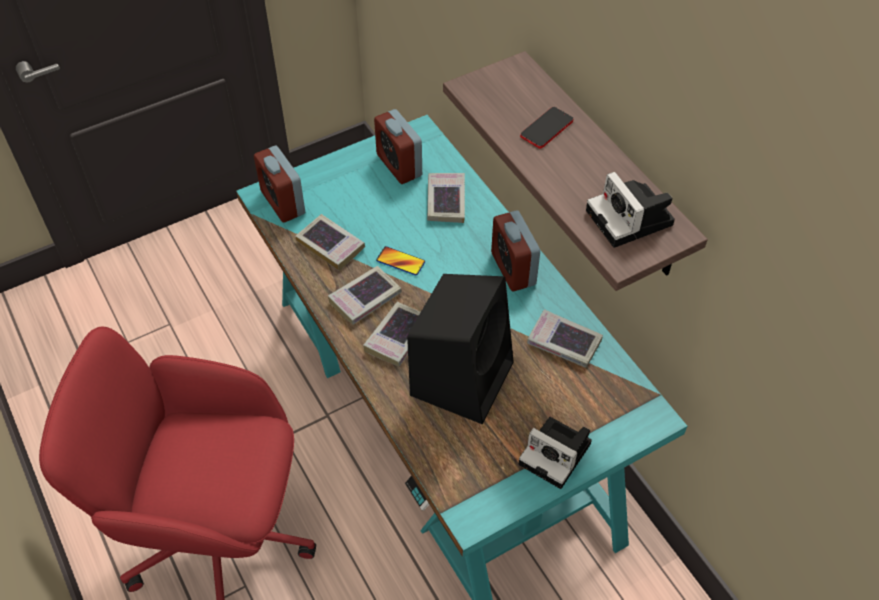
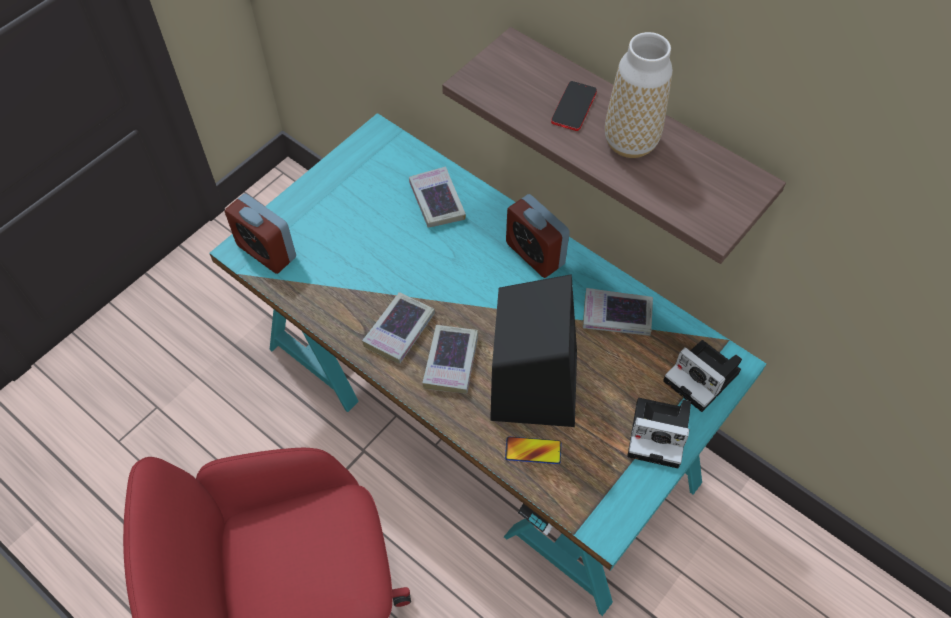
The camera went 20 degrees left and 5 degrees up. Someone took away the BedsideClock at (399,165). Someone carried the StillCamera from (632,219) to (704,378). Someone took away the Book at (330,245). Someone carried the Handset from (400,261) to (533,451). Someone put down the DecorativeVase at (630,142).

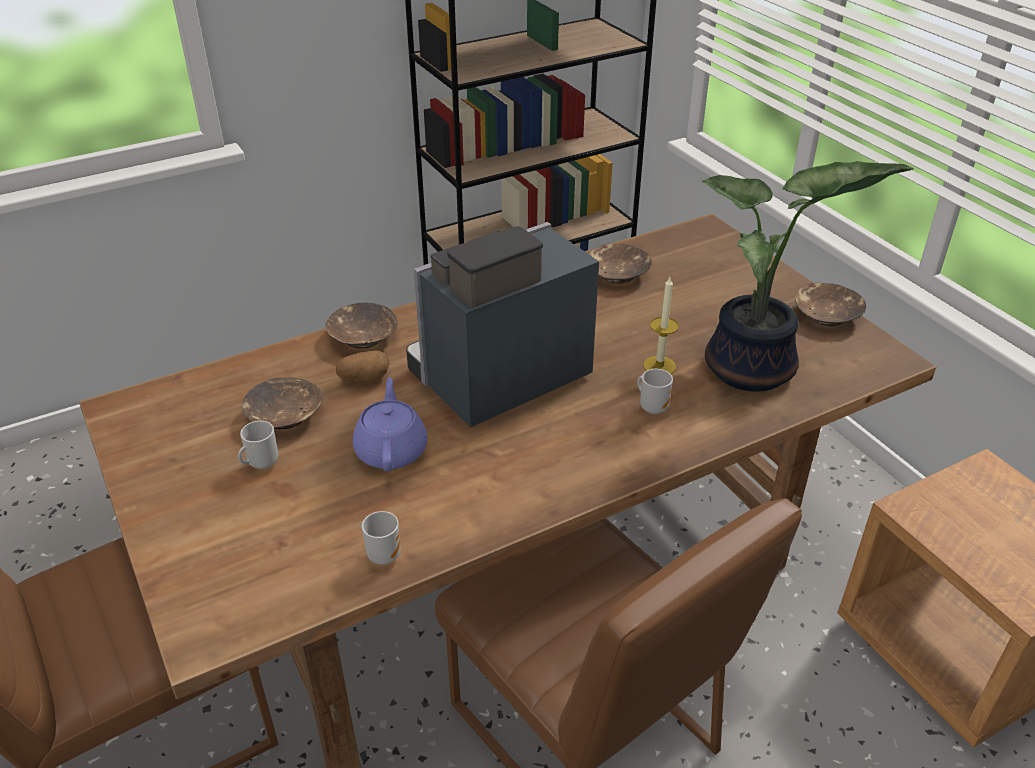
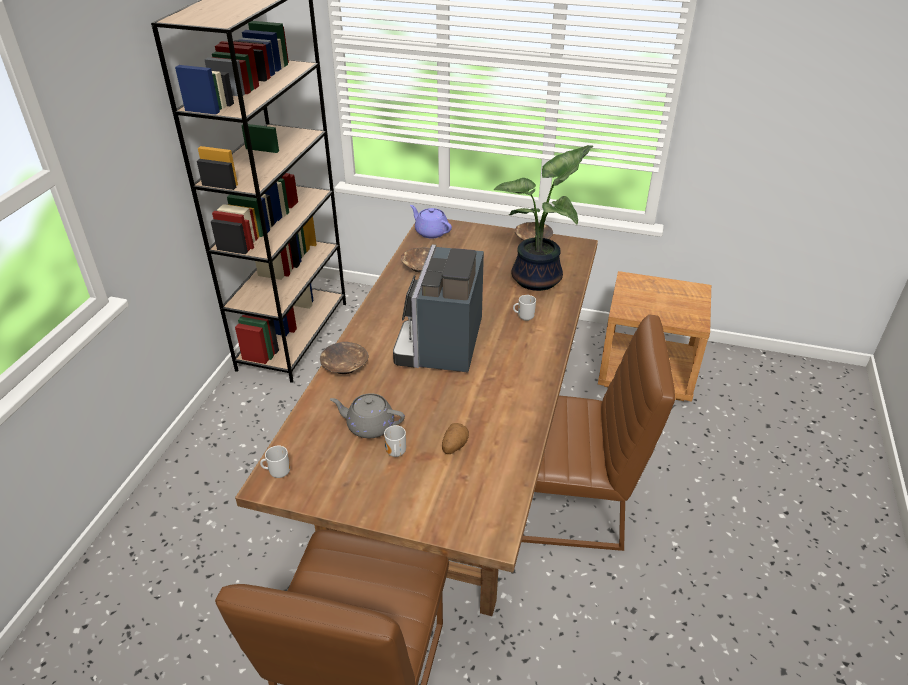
The camera went 45 degrees left and 0 degrees up. Someone took away the Candle at (659,366). Someone carried the Spud from (364,379) to (454,446). Someone swapped the BrownishBowl at (285,416) for the GreyTeaPot at (369,426). Someone carried the PurplishTeaPot from (391,450) to (431,232). Someone carried the TeaMug from (383,554) to (278,472).

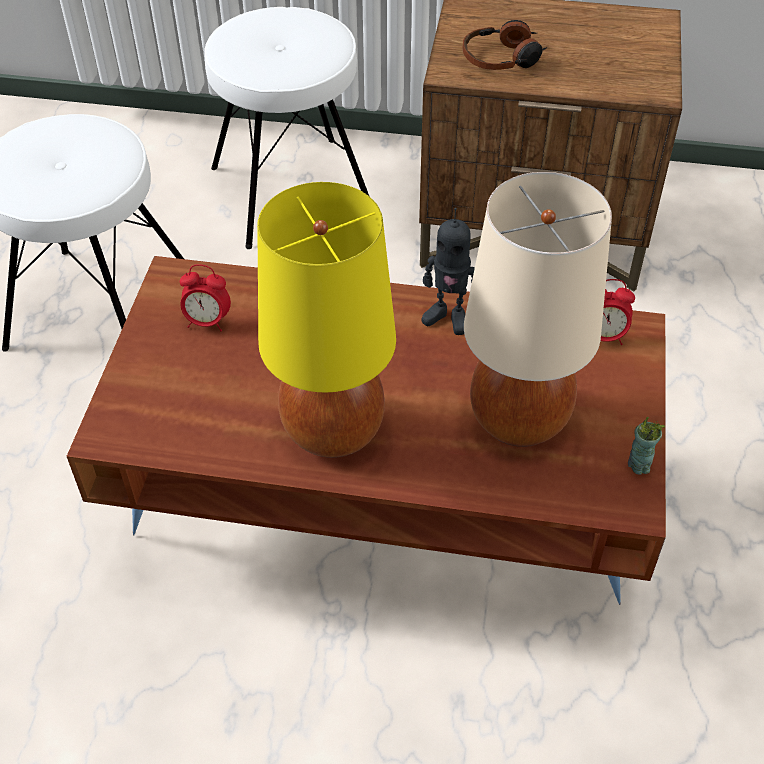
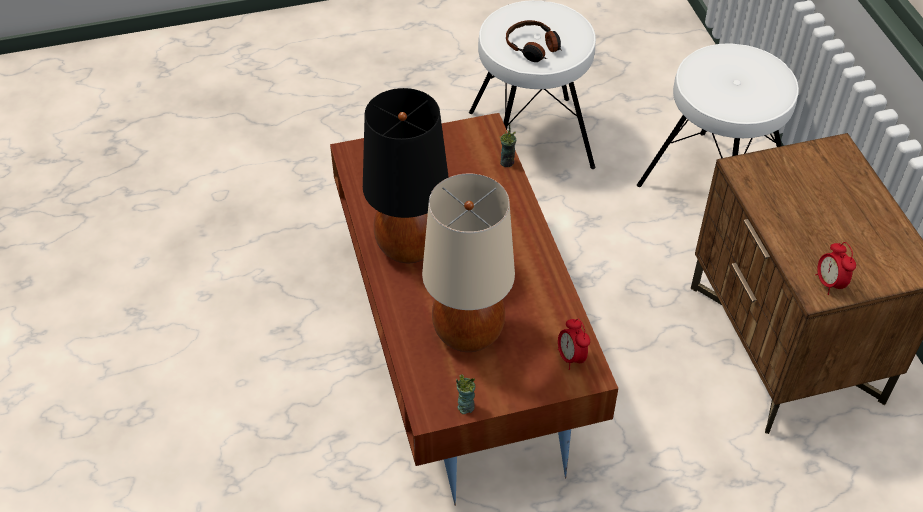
The camera went 65 degrees right and 0 degrees up. Someone carried the PairOfHeadphones from (502,58) to (533,48). Someone repainted the YellowLampForATable at (334,430), which became the BlackishLampForATable at (409,247). Someone took away the RobotFigure at (448,317). Someone carried the BedsideClock from (207,322) to (829,283). Someone put down the DrinkingCup at (507,162).

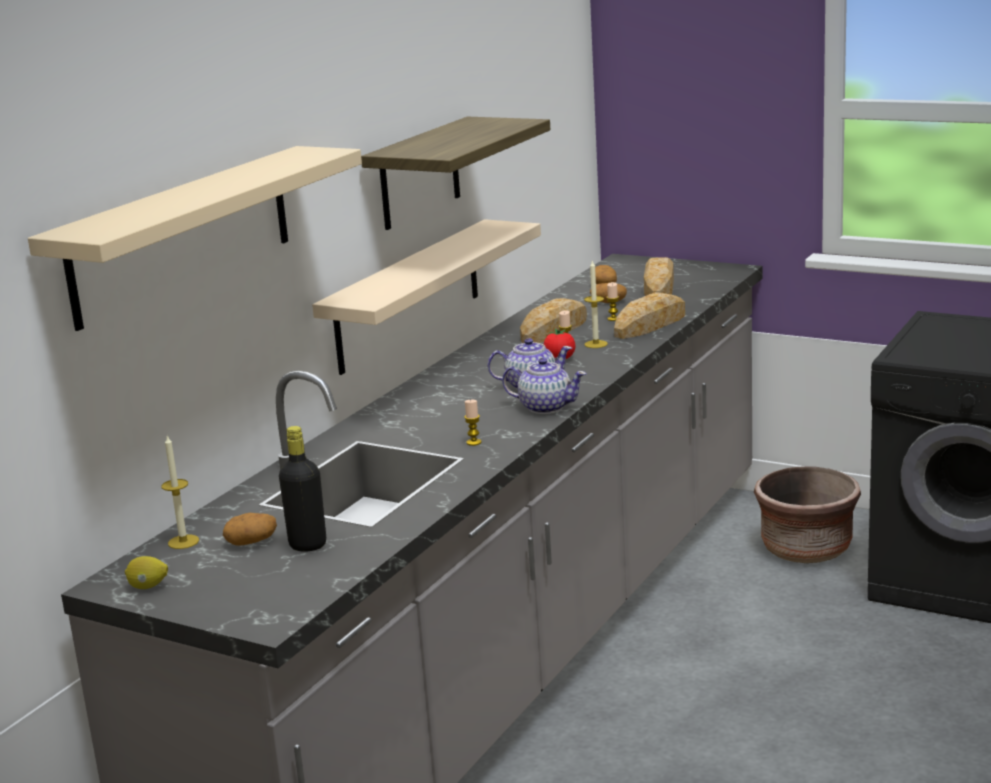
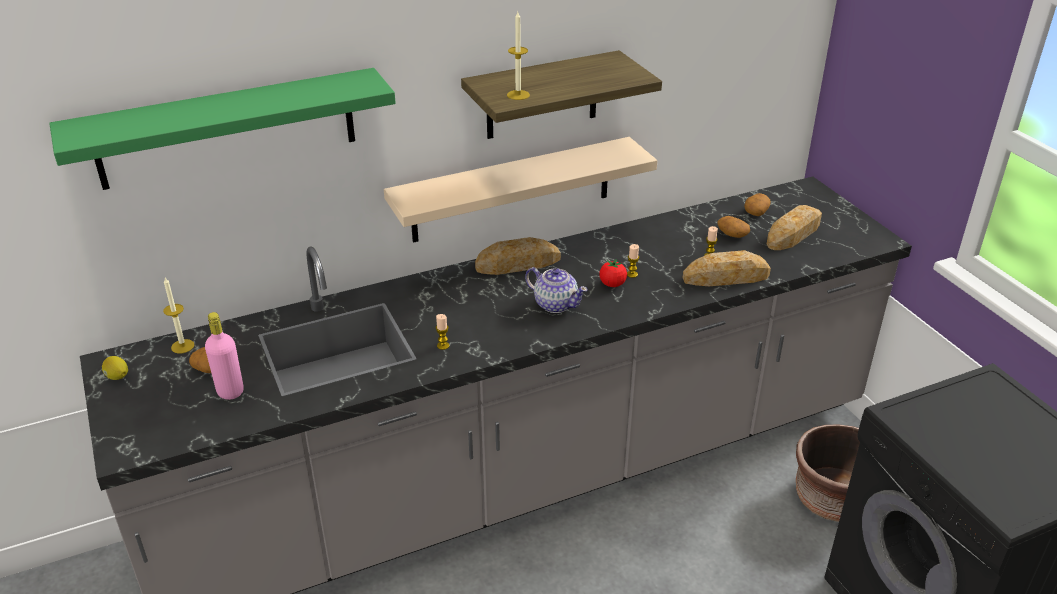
The camera went 35 degrees right and 15 degrees up. Someone repainted the BeigeShelf at (182,234), which became the GreenShelf at (227,129). Someone carried the Candle from (596,344) to (518,95). Someone carried the Bread from (555,330) to (518,264). Someone took away the TeaPot at (545,407). Someone repainted the BlackishBeverageBottle at (308,545), which became the PinkishBeverageBottle at (230,391).

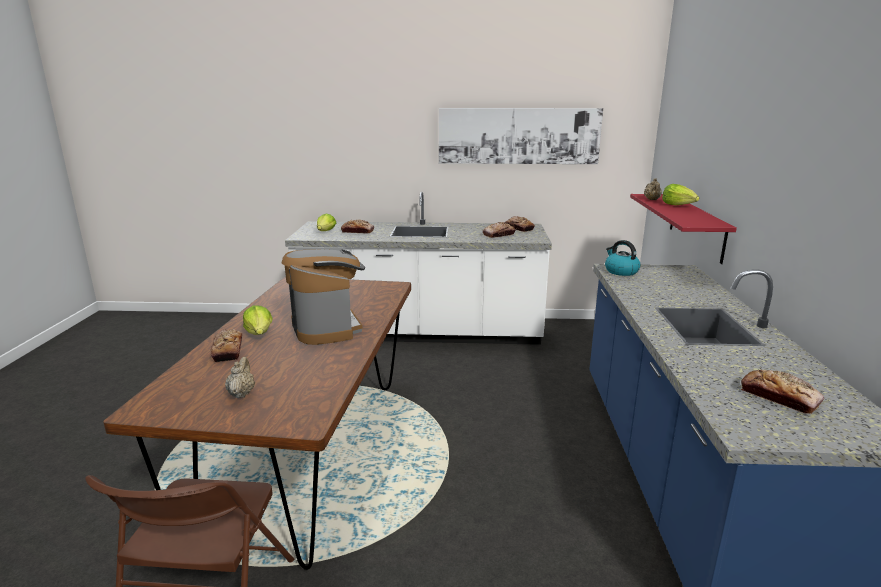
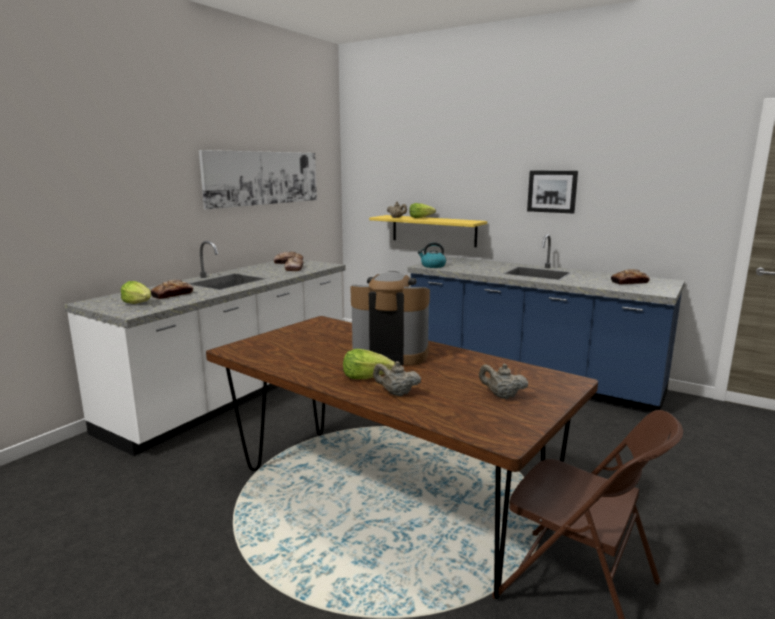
The camera went 60 degrees left and 5 degrees down. Someone repainted the ReddishShelf at (696,226), which became the YellowShelf at (433,230). Someone swapped the Bread at (228,351) for the BeigeTeaPot at (396,393). Someone put up the WallArt at (552,191).

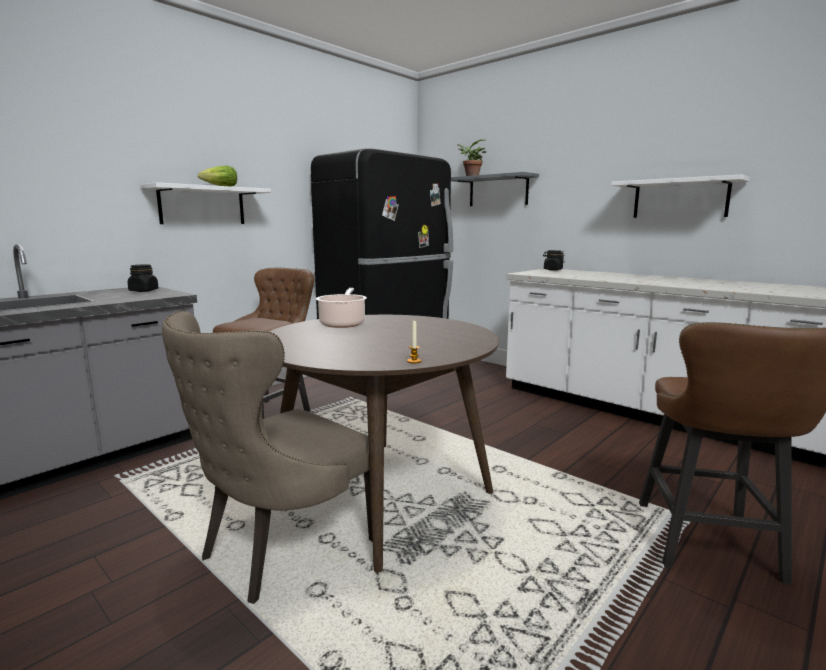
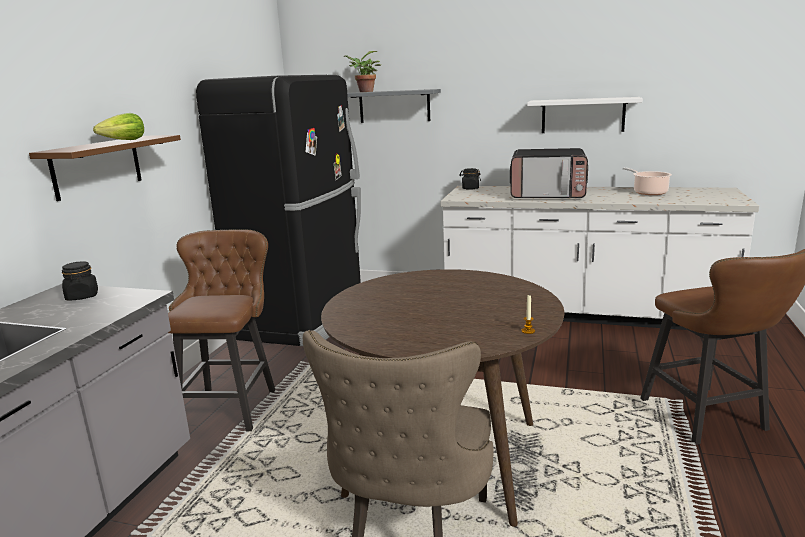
The camera went 25 degrees left and 5 degrees up. Someone repainted the WhiteShelf at (202,205), which became the BrownishShelf at (97,166). Someone carried the CookingPot from (343,323) to (648,192). Someone put down the KitchenMicrowave at (548,194).

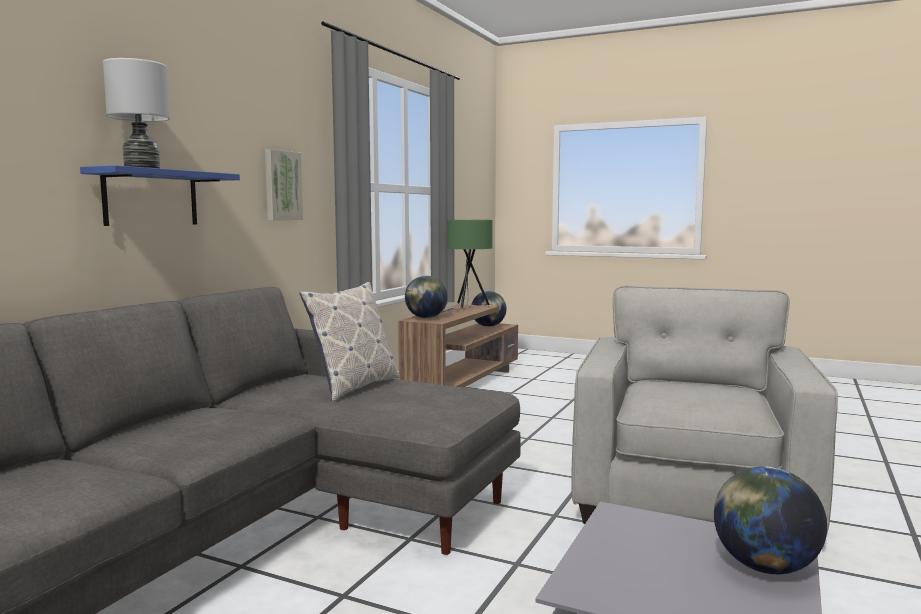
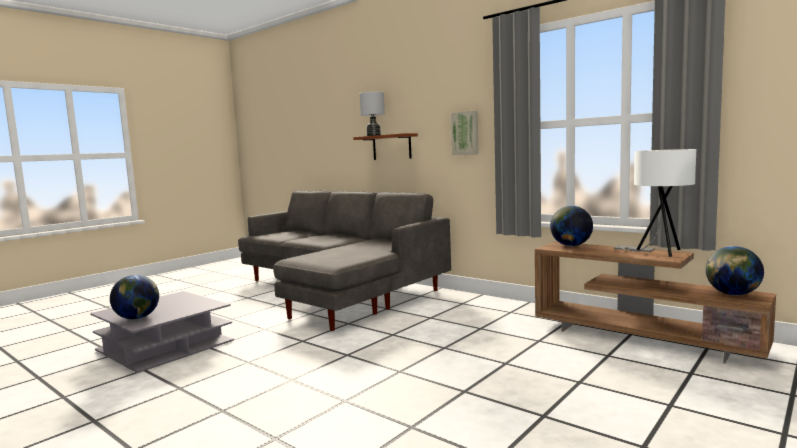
The camera went 105 degrees right and 0 degrees up. Someone repainted the BluishShelf at (151,198), which became the BrownishShelf at (391,147). Someone repainted the GreenLampForATable at (468,306), which became the WhiteLampForATable at (659,252). Someone took away the Cushion at (354,387). Someone took away the GreyLoungeChair at (690,499).

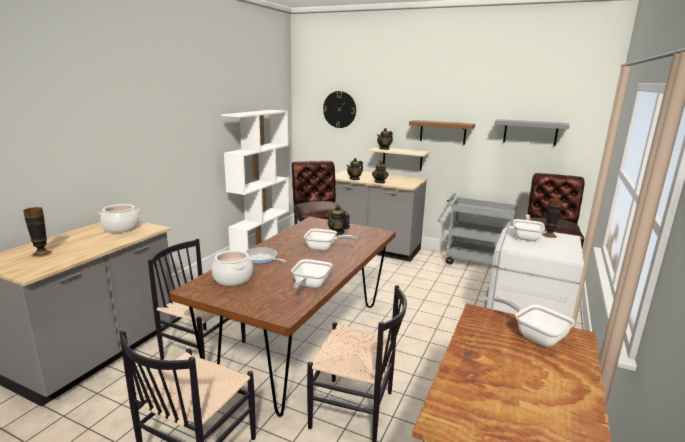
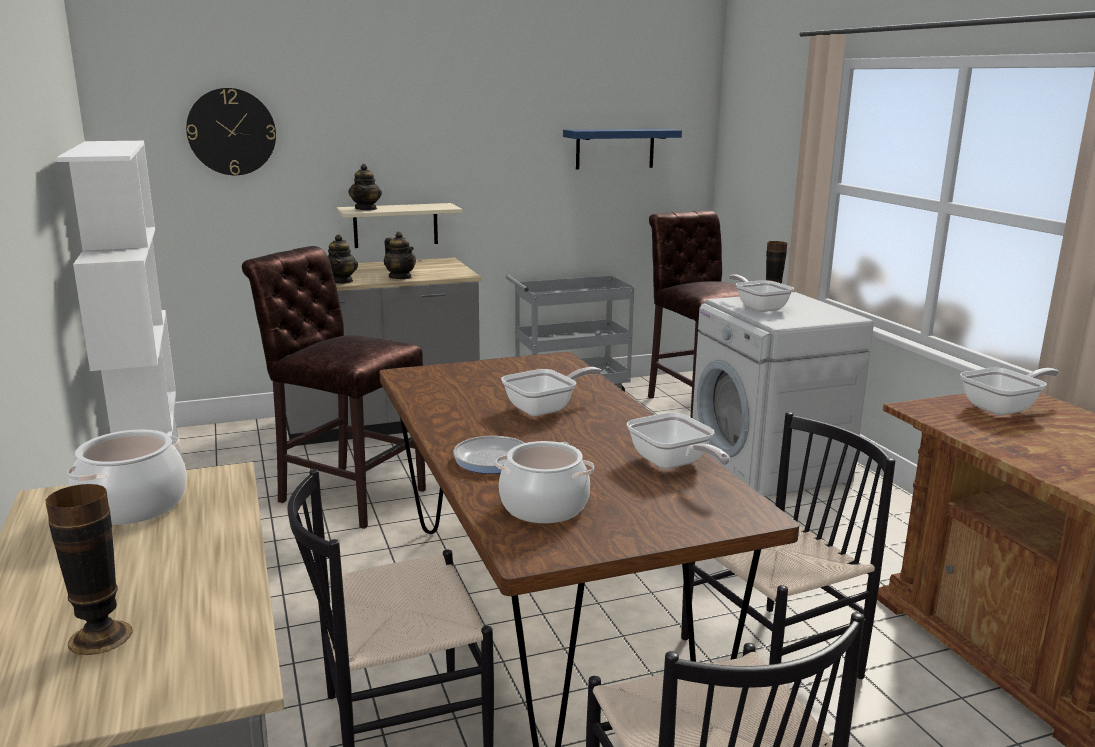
The camera went 45 degrees left and 0 degrees up. Someone repainted the GreyShelf at (530,132), which became the BluishShelf at (615,148). Someone took away the BrownishShelf at (442,132). Someone took away the TeaPot at (337,232). Someone rotated the FryingPan at (535,335) by 150 degrees clockwise.

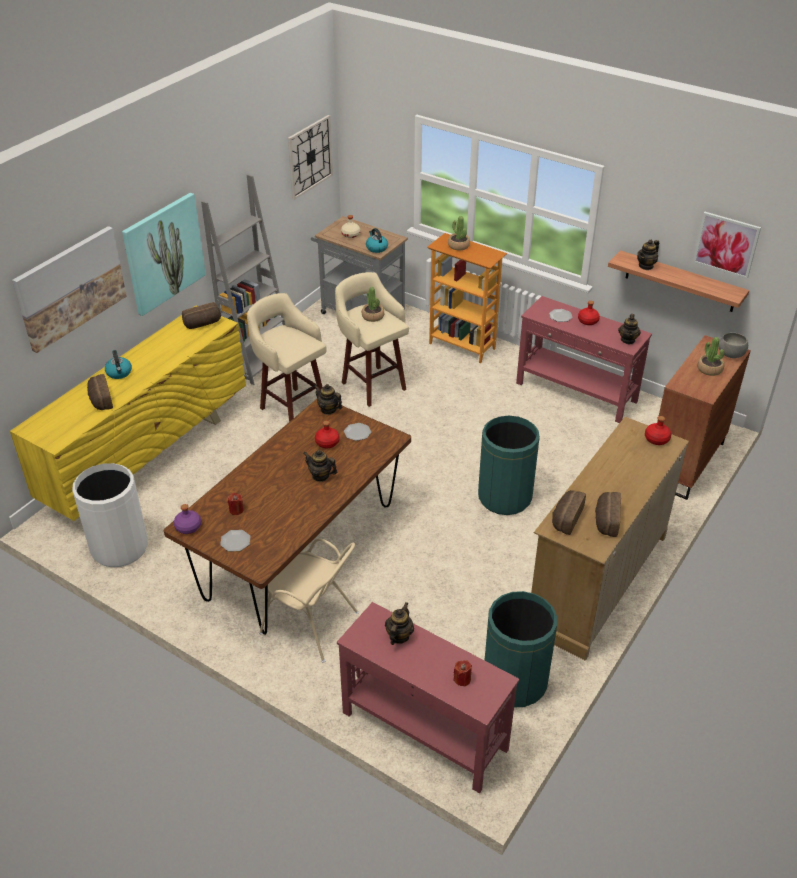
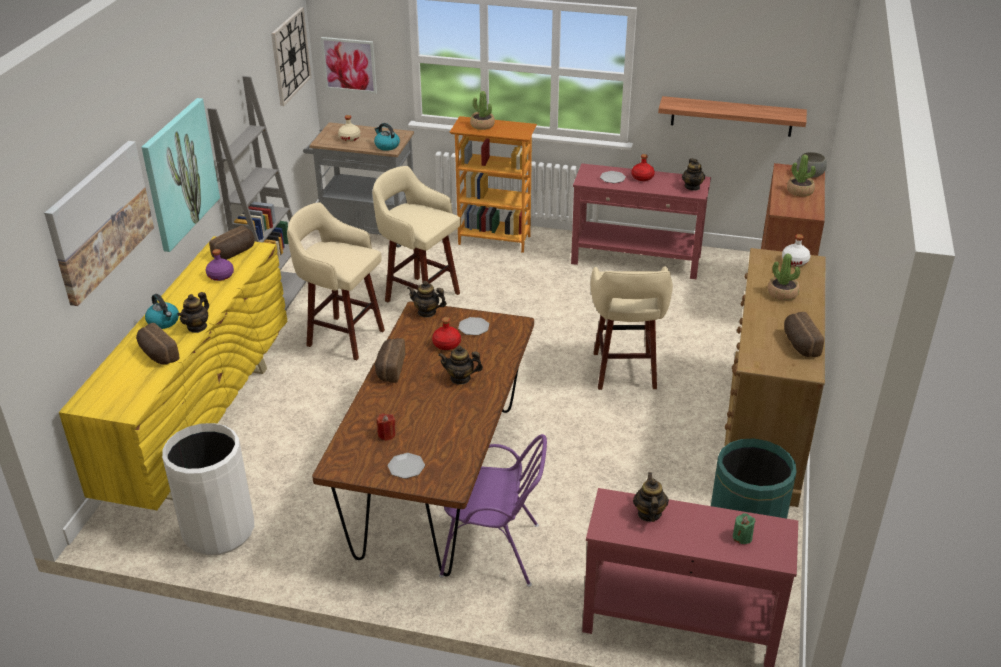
The camera went 20 degrees left and 5 degrees down. Someone carried the WallArt from (726,244) to (349,65). Someone carried the TeaPot from (646,266) to (197,327). Someone carried the PlantInAPot from (373,316) to (782,294). Someone swapped the GreenWasteBin at (504,497) for the BeigeSittingStool at (624,373). Someone repainted the ReddishBeverageBottle at (657,439), which became the WhiteBeverageBottle at (795,261). Someone carried the Bread from (566,518) to (389,368). Someone carried the PurplishBeverageBottle from (188,527) to (220,276). Someone repainted the BeigeChair at (312,624), which became the PurplishChair at (495,551). Someone repainted the ReddishCandle at (462,679), which became the GreenCandle at (742,537).

